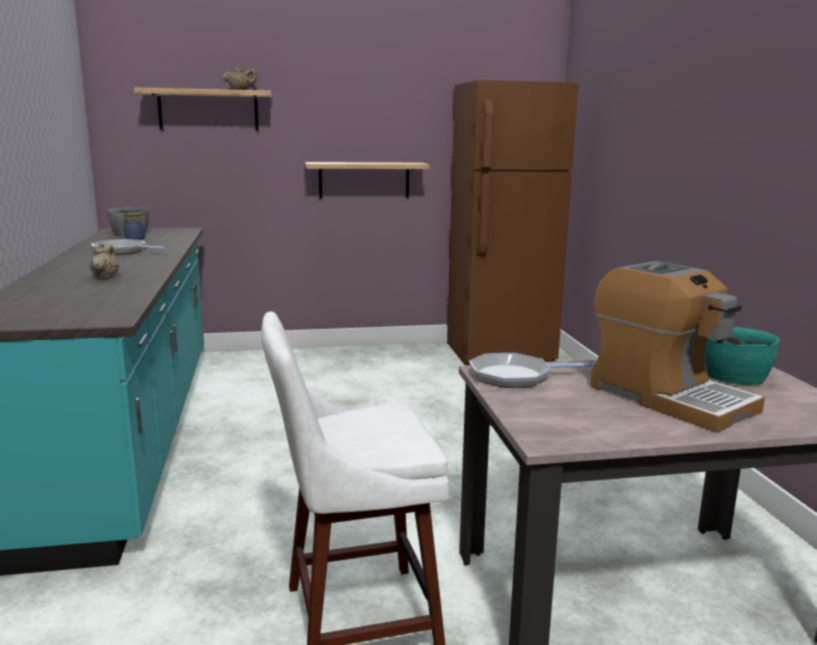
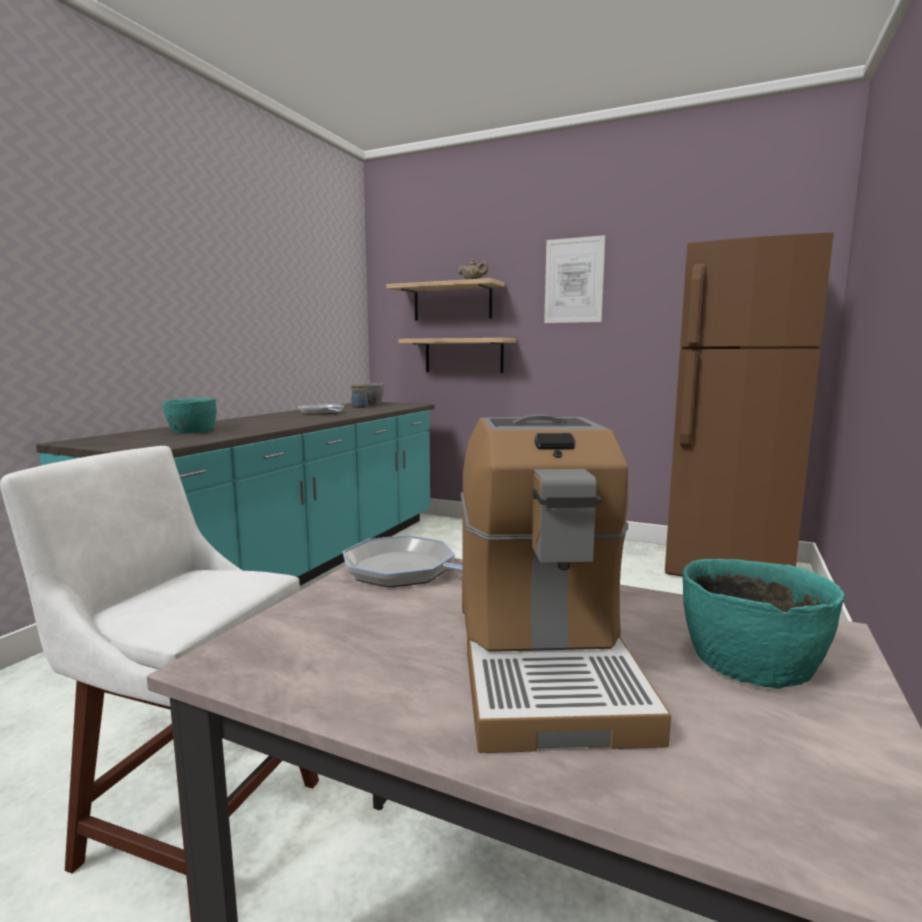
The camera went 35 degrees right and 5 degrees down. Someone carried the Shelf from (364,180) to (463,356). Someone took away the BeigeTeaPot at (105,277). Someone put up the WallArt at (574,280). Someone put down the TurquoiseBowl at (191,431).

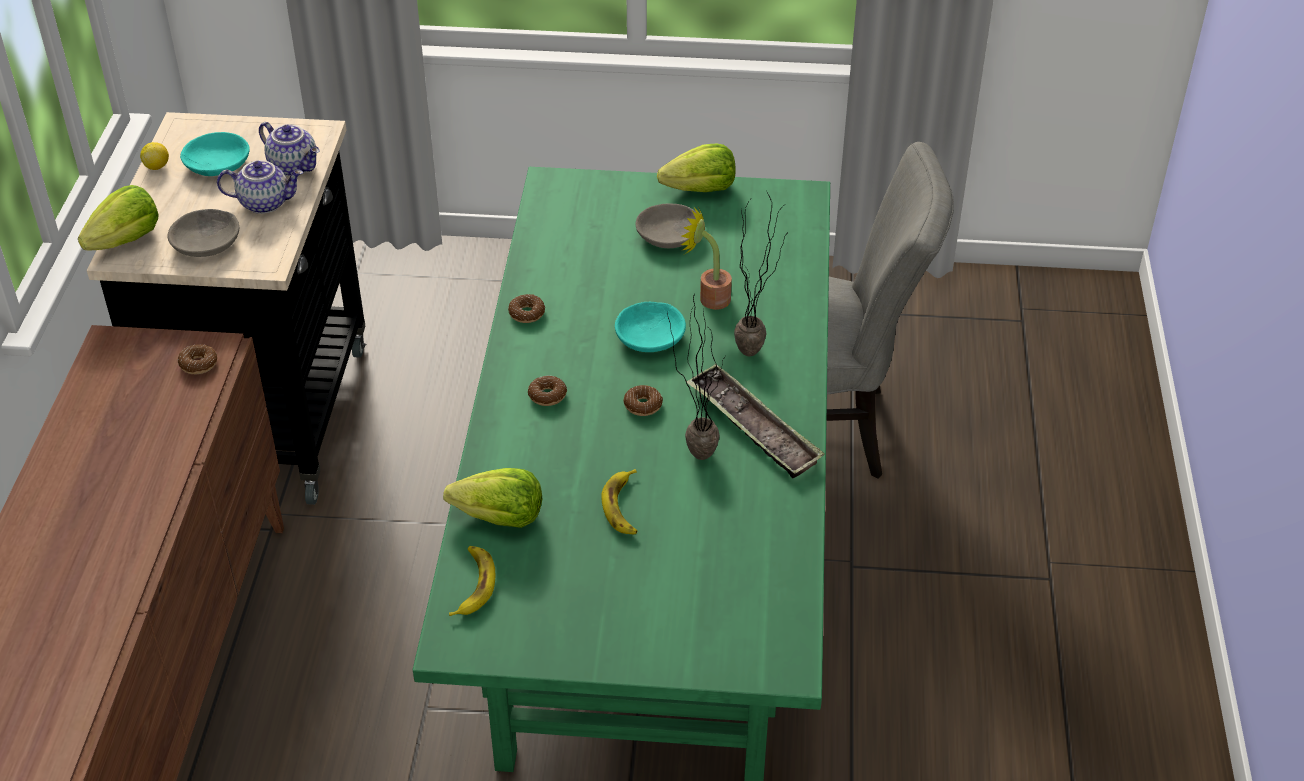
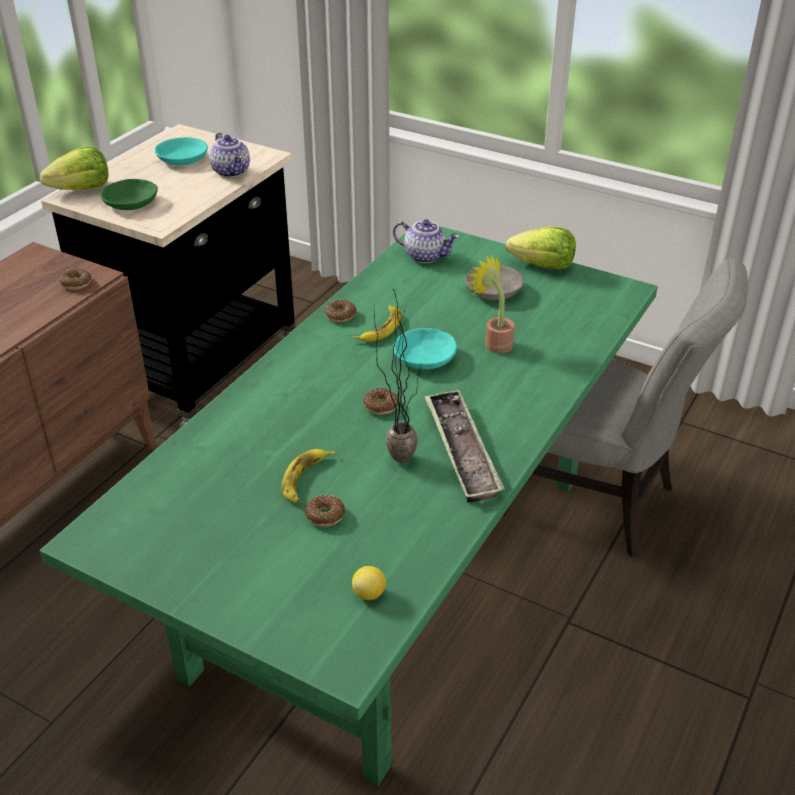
The camera went 25 degrees right and 5 degrees down. Someone carried the CitrusFruit from (157,166) to (369,593). Someone carried the TeaPot from (265,202) to (426,256). Someone took away the PlantInAPot at (759,350). Someone repainted the GreyBowl at (207,242), which became the GreenBowl at (132,202). Someone carried the RingDoughnut from (547,395) to (325,515). Someone took away the Lettuce at (499,518). Someone carried the Banana from (473,584) to (381,328).

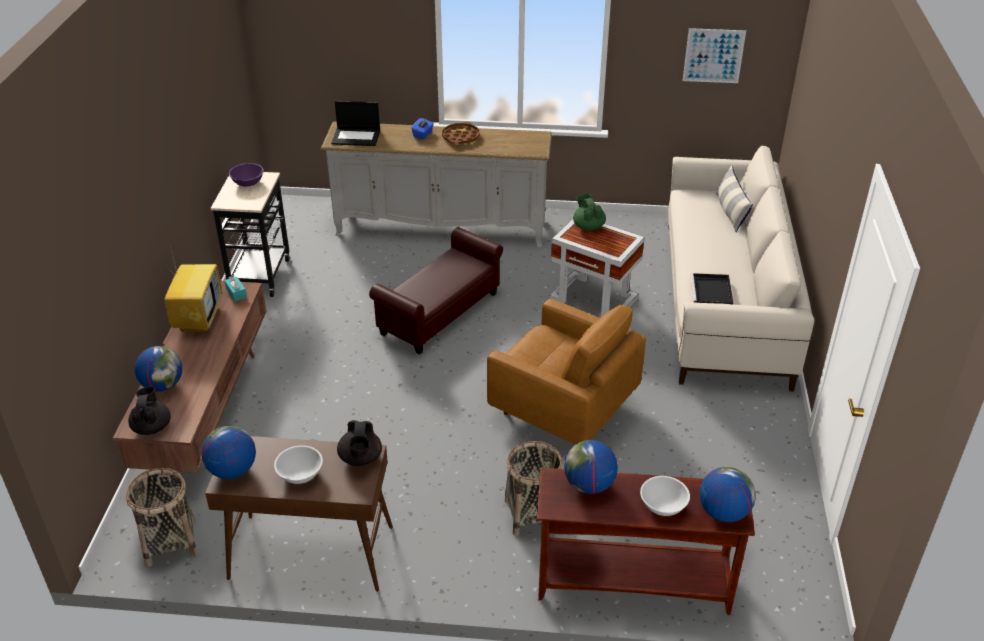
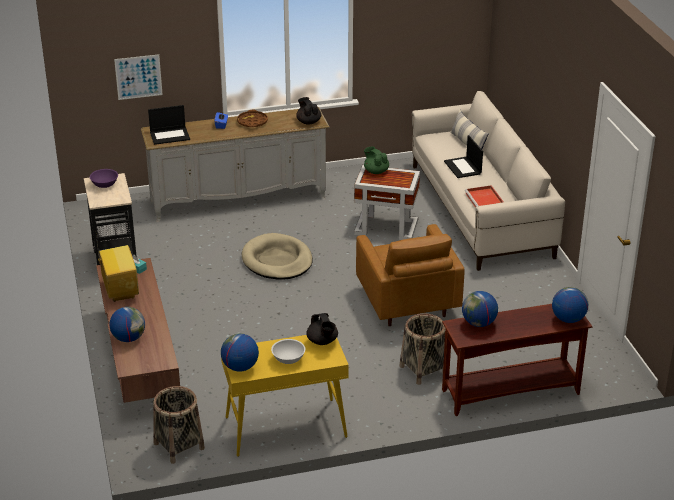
The camera went 20 degrees left and 5 degrees down. Someone carried the WallArt from (713,56) to (138,77). Someone swapped the BrownishFootrest at (439,313) for the BeigeDogBed at (277,260). Someone repainted the BlackishServingTray at (711,293), which became the ReddishServingTray at (484,200). Someone rotated the BrownishLoungeChair at (564,410) by 60 degrees clockwise. Someone carried the BlackishTeaPot from (152,427) to (308,122). Someone repainted the BrownishConsoleTable at (310,553), which became the YellowConsoleTable at (285,428). Someone took away the WhiteBowl at (662,506). Someone put down the Laptop at (463,168).

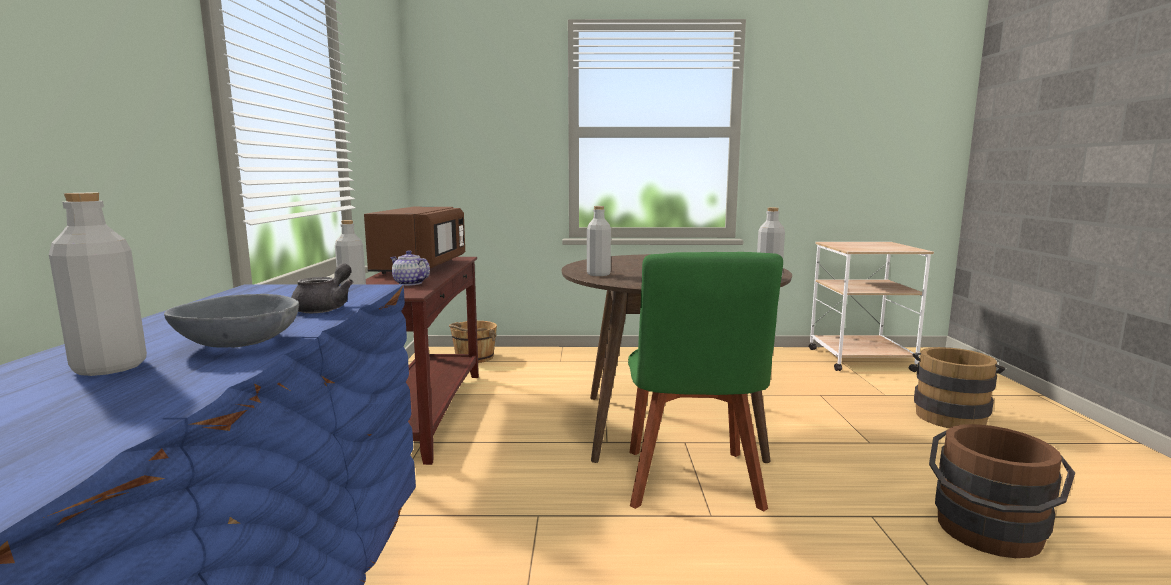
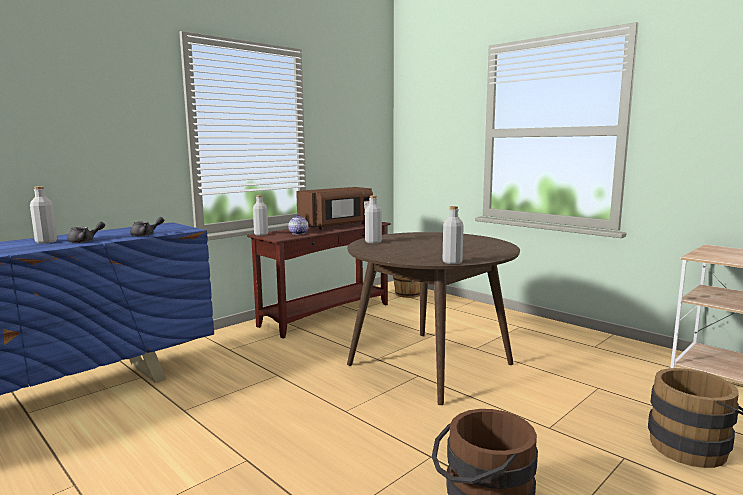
The camera went 45 degrees right and 0 degrees up. Someone took away the GreenChair at (692,483). Someone swapped the GreyBowl at (237,342) for the GreyTeaPot at (85,241).

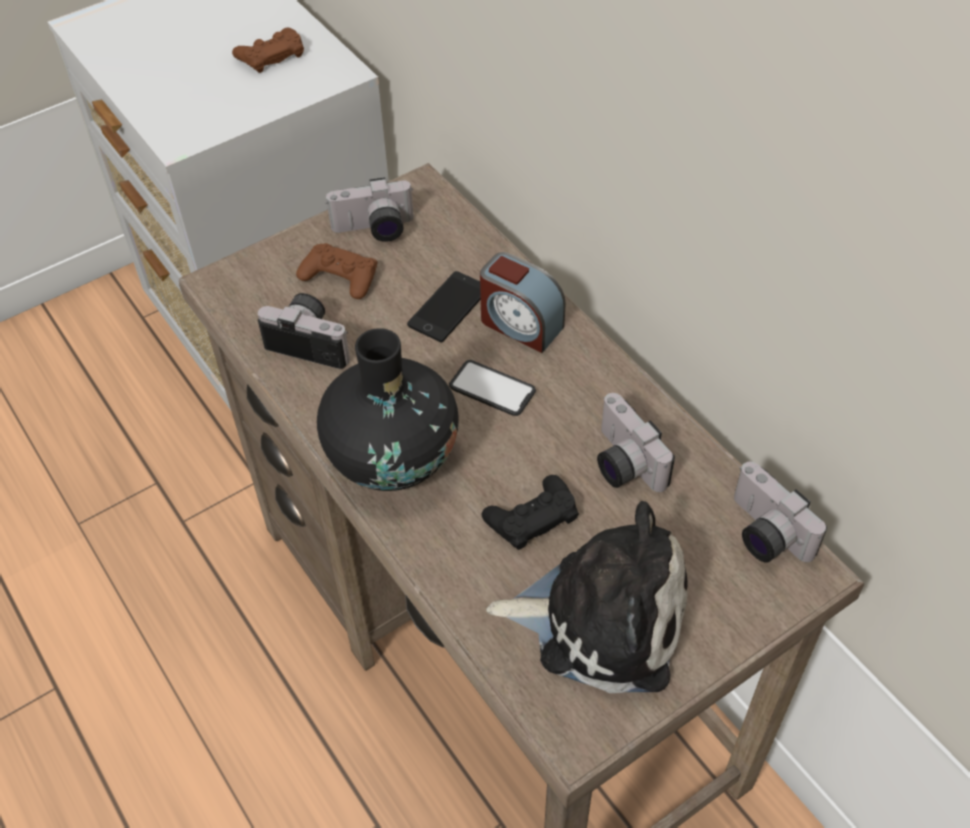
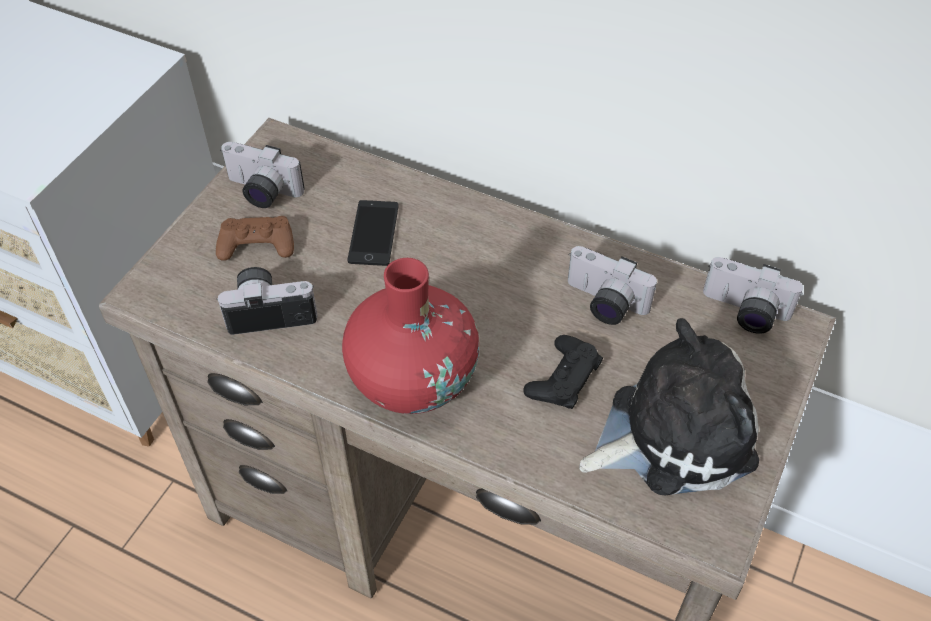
The camera went 30 degrees left and 0 degrees up. Someone took away the BrownishGameController at (271,55). Someone rotated the StillCamera at (374,230) by 60 degrees clockwise. Someone took away the BedsideClock at (520,324). Someone repainted the BlackishDecorativeVase at (392,457), which became the ReddishDecorativeVase at (413,379). Someone took away the Handset at (492,389).

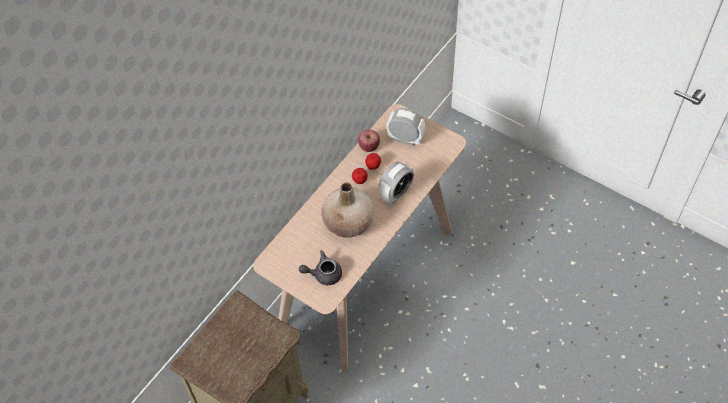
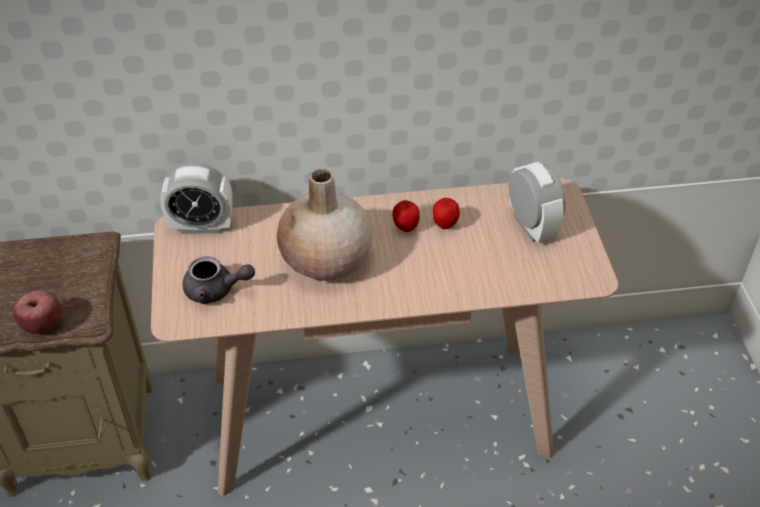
The camera went 45 degrees right and 10 degrees down. Someone carried the AppleFruit from (369,147) to (43,325). Someone carried the BedsideClock from (396,193) to (201,226). Someone rotated the GreyTeaPot at (323,274) by 150 degrees clockwise.

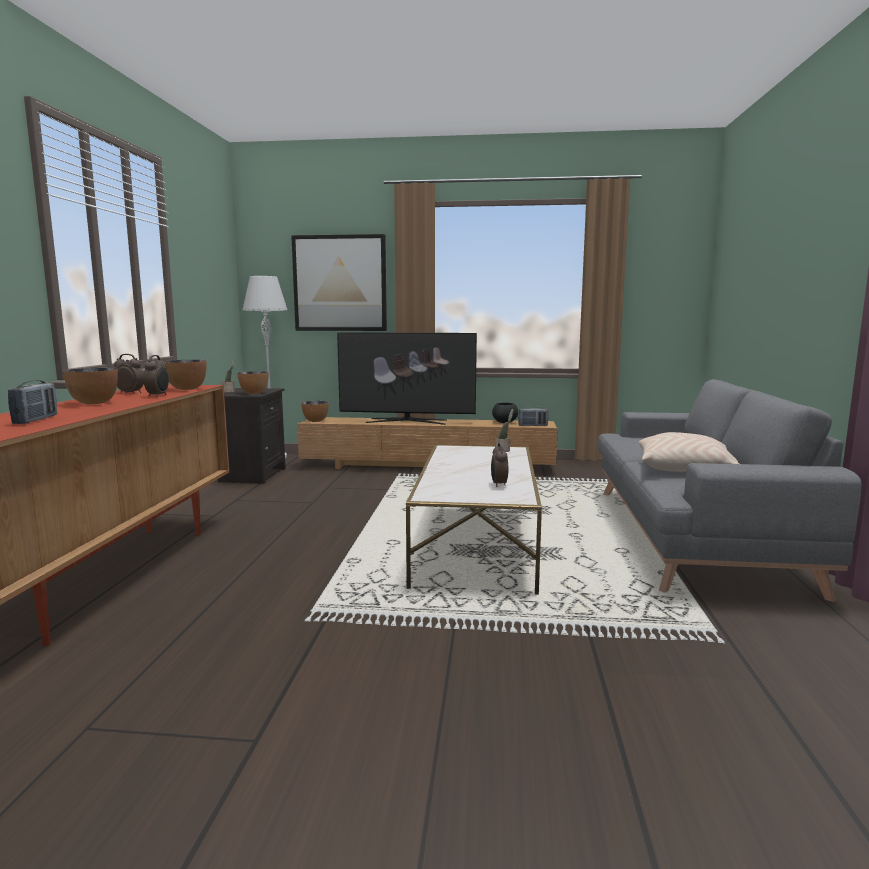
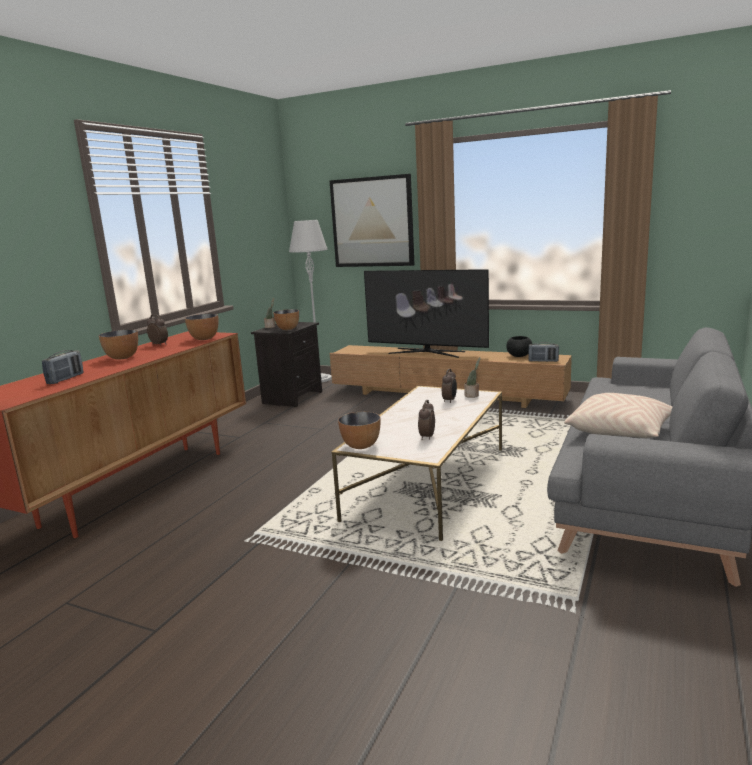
The camera went 20 degrees right and 5 degrees up. Someone carried the BedsideClock from (158,395) to (450,400). Someone carried the Bowl from (315,421) to (360,446).

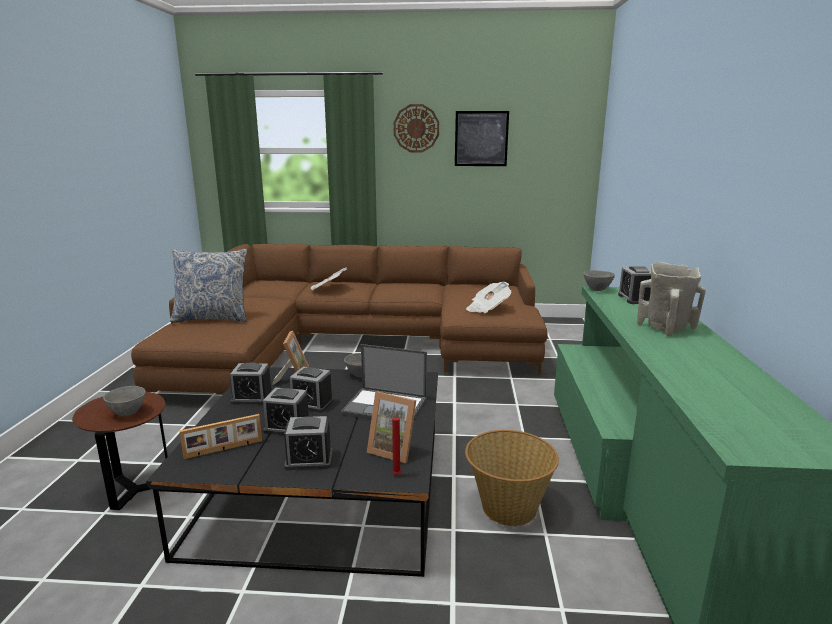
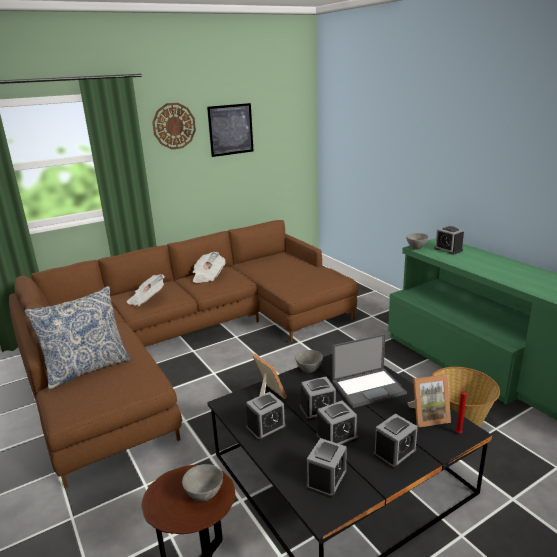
The camera went 35 degrees left and 5 degrees up. Someone took away the BeigeDecorativeVase at (666,328). Someone carried the PrintedPaper from (487,309) to (208,276). Someone swapped the PhotoFrame at (224,449) for the BedsideClock at (327,480).

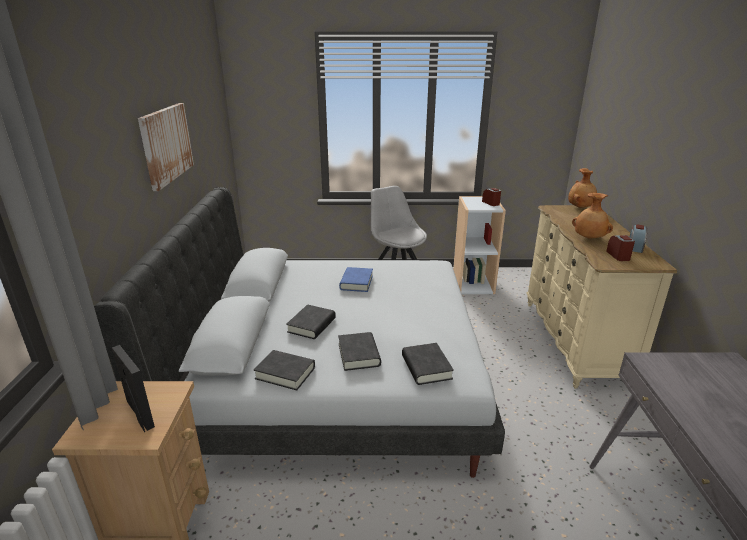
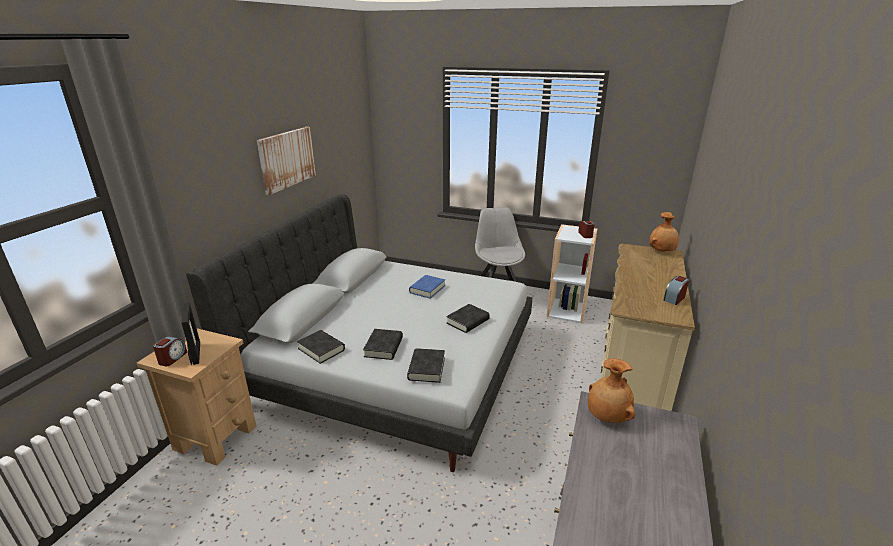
The camera went 20 degrees right and 0 degrees up. Someone carried the BrownishDecorativeVase from (589,238) to (607,417). Someone carried the BedsideClock from (618,256) to (172,358). Someone carried the BlackishBook from (311,325) to (468,321).

